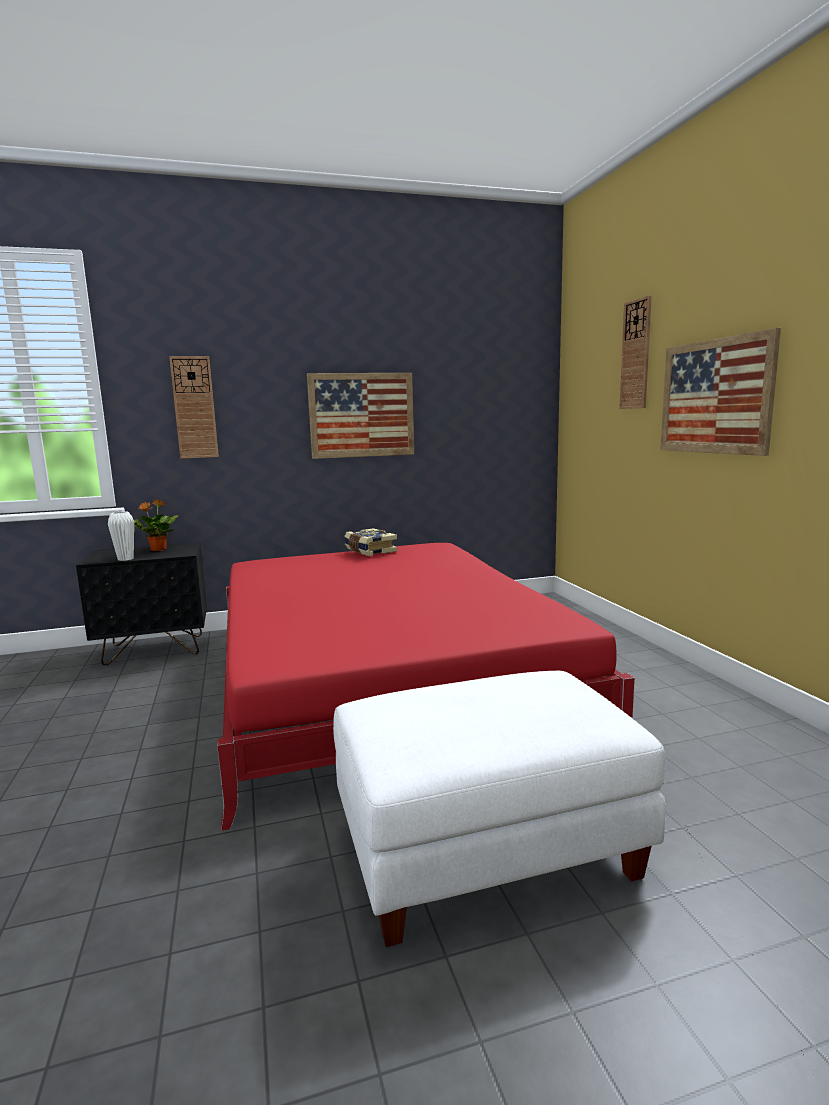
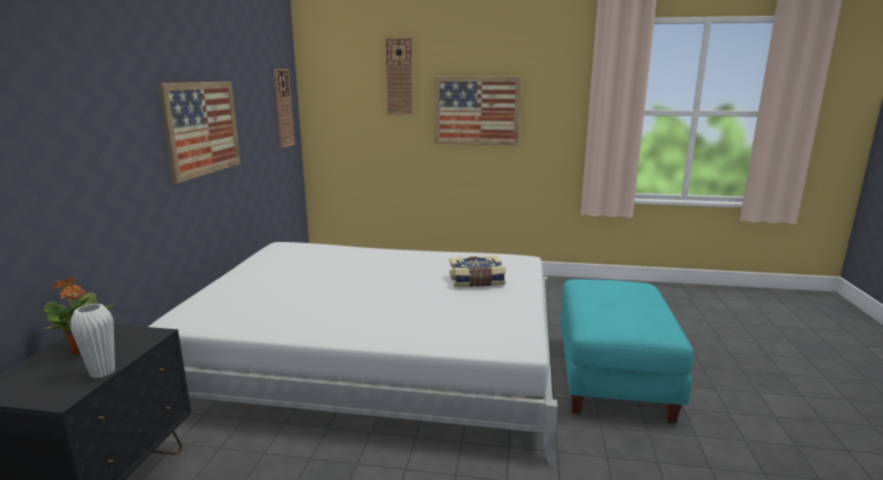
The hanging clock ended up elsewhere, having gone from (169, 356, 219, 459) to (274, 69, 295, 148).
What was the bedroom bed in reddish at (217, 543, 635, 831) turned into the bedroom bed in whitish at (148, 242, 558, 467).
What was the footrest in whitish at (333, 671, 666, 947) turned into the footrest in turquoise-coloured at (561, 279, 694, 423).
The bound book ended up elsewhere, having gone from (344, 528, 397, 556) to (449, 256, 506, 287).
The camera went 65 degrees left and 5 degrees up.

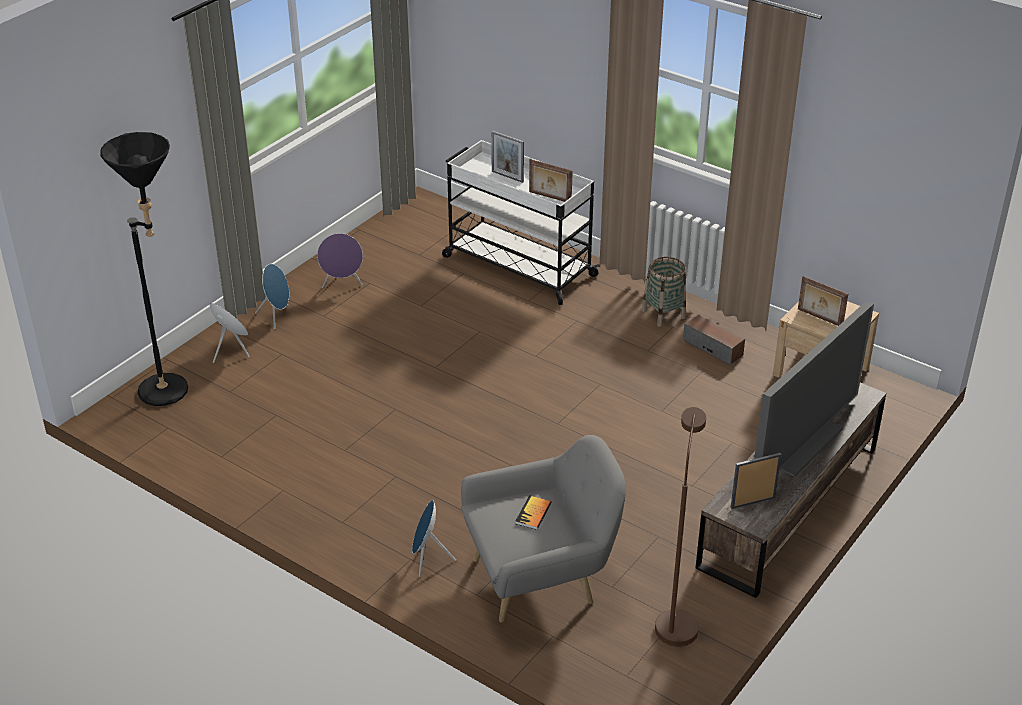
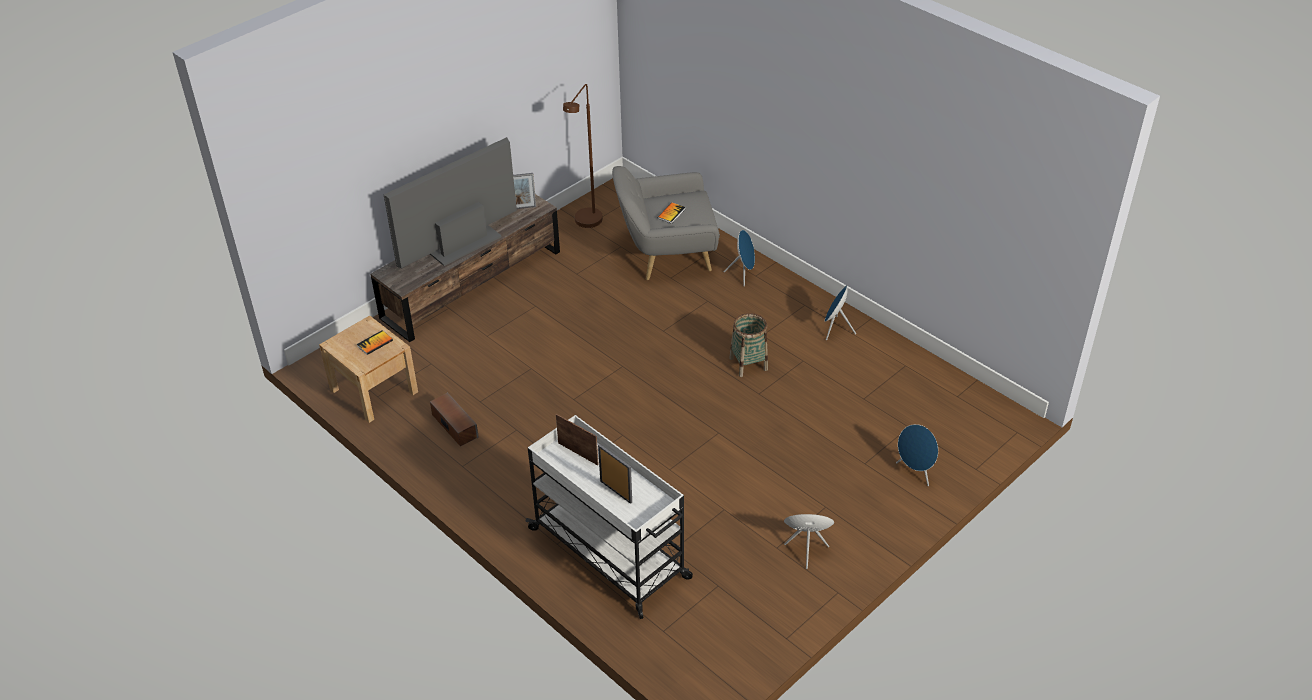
The second view lost the standard lamp in black at (100, 132, 188, 406).
The speaker in blue-coloured ended up elsewhere, having gone from (255, 264, 289, 329) to (825, 285, 856, 340).
The household basket ended up elsewhere, having gone from (642, 257, 686, 327) to (729, 313, 768, 377).
Where the photo frame stood at (798, 276, 848, 326), the bound book came to stand at (357, 330, 393, 355).
The camera went 170 degrees left and 5 degrees up.

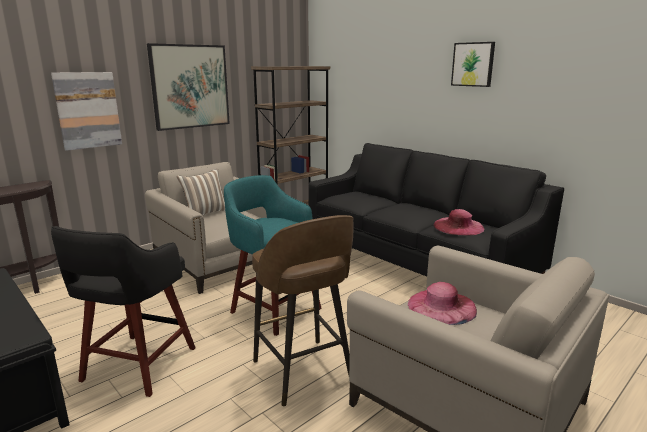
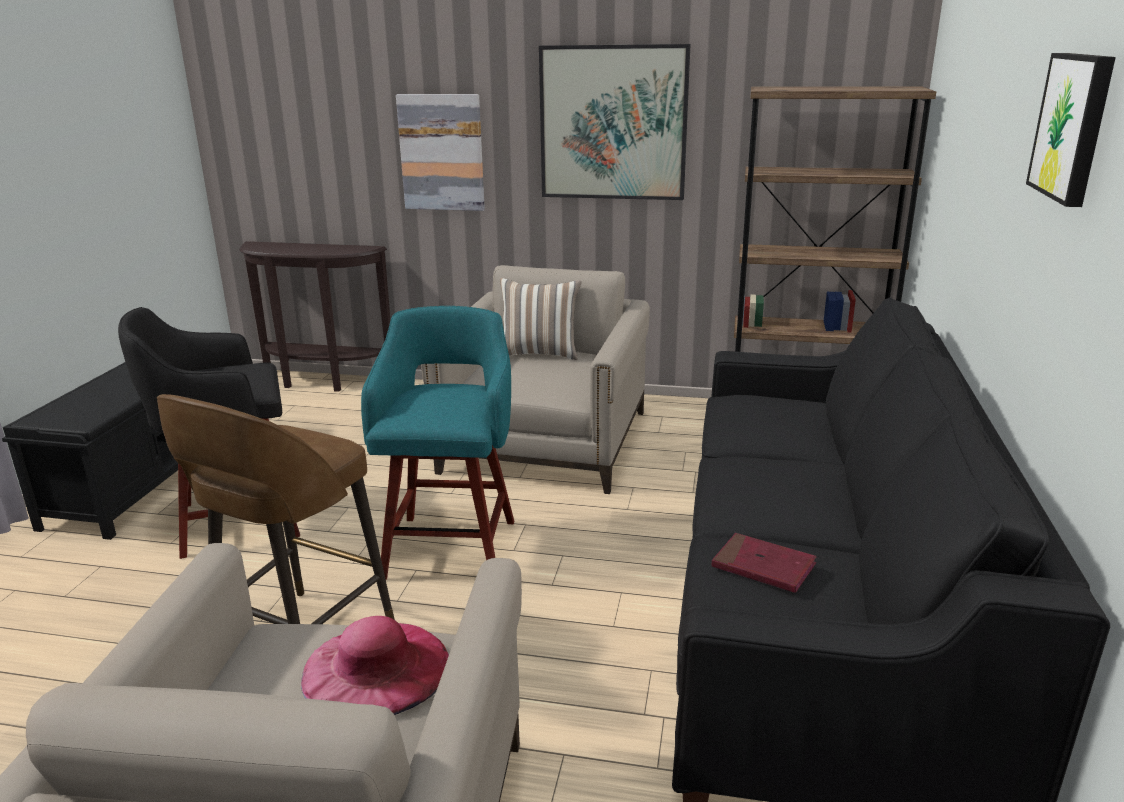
Where the wearable hat in pink-coloured stood at (433, 209, 484, 236), the bound book in reddish came to stand at (712, 533, 817, 593).
The camera went 55 degrees right and 5 degrees up.

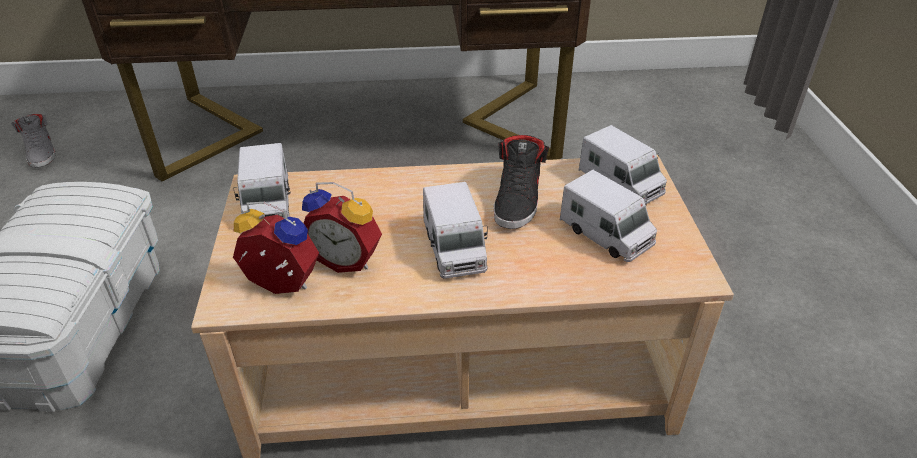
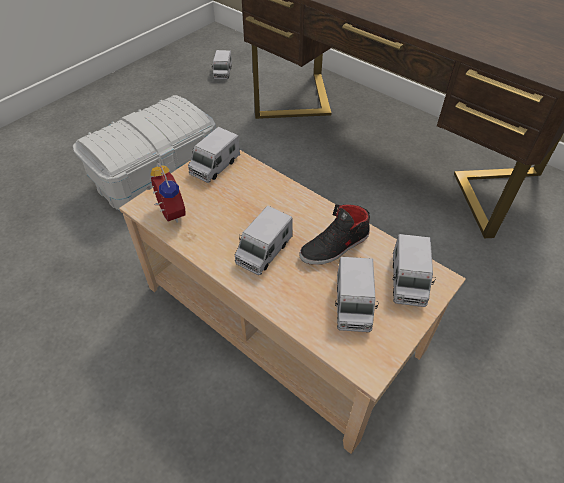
Where the low shoe in greyish stood at (11, 114, 56, 168), the toy truck came to stand at (211, 50, 232, 80).
The second view lost the alarm clock at (302, 182, 382, 273).
The camera went 45 degrees right and 10 degrees up.

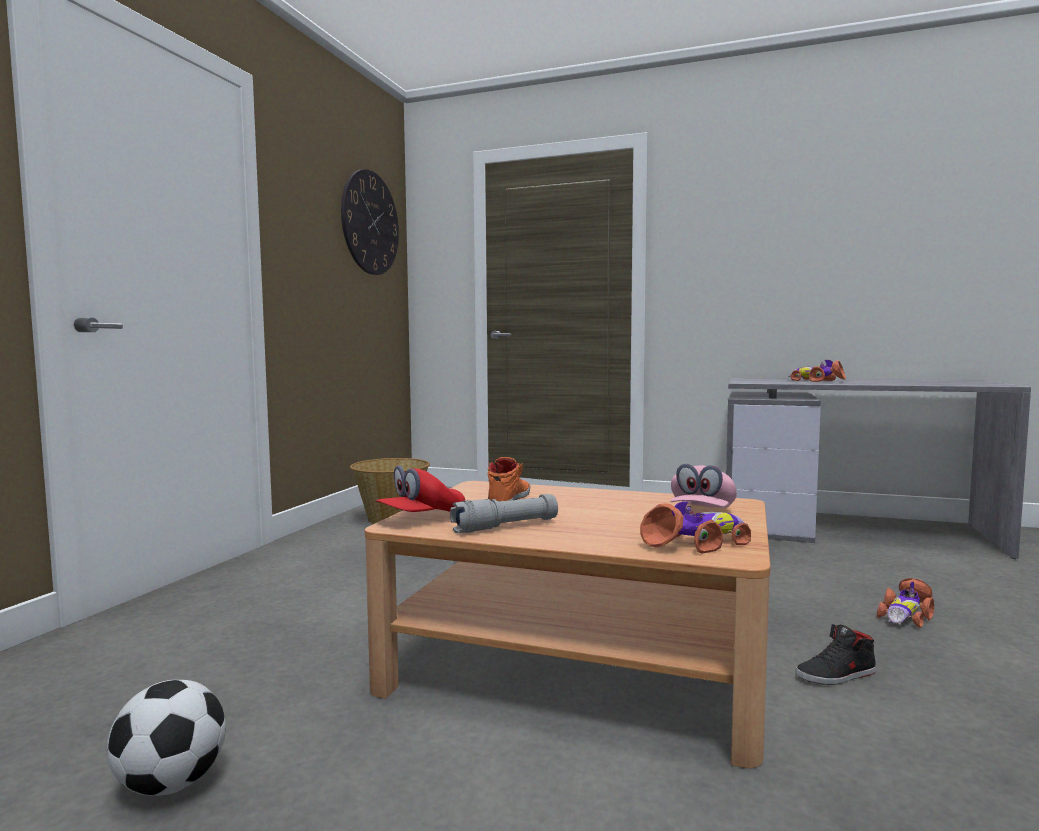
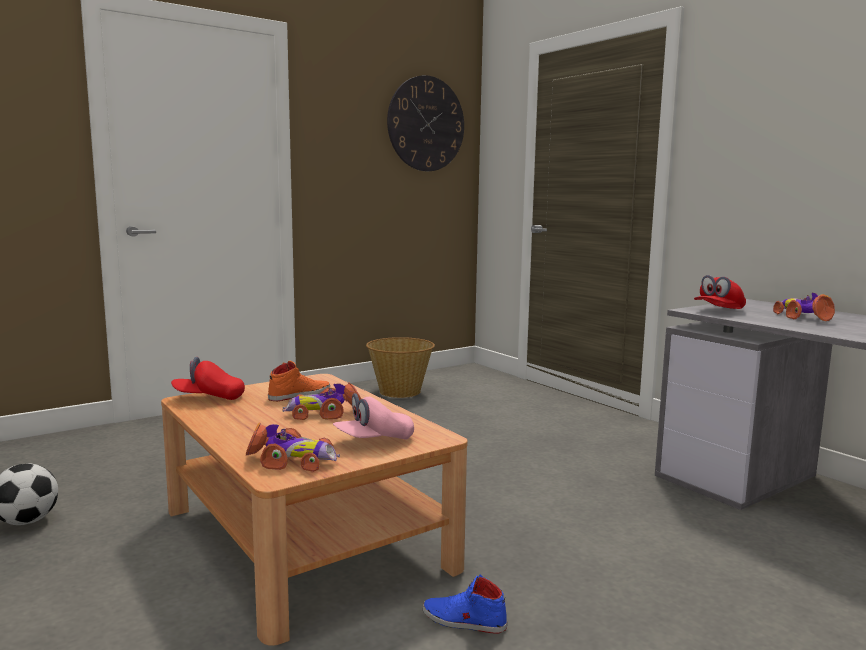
The second view lost the torch in greyish at (450, 494, 558, 533).
What was the low shoe in black at (795, 624, 876, 685) turned into the low shoe in blue-coloured at (423, 574, 508, 634).
The model car ended up elsewhere, having gone from (877, 578, 934, 628) to (282, 383, 361, 420).
The second view gained the baseball cap in reddish at (694, 275, 746, 309).
The camera went 35 degrees right and 5 degrees up.

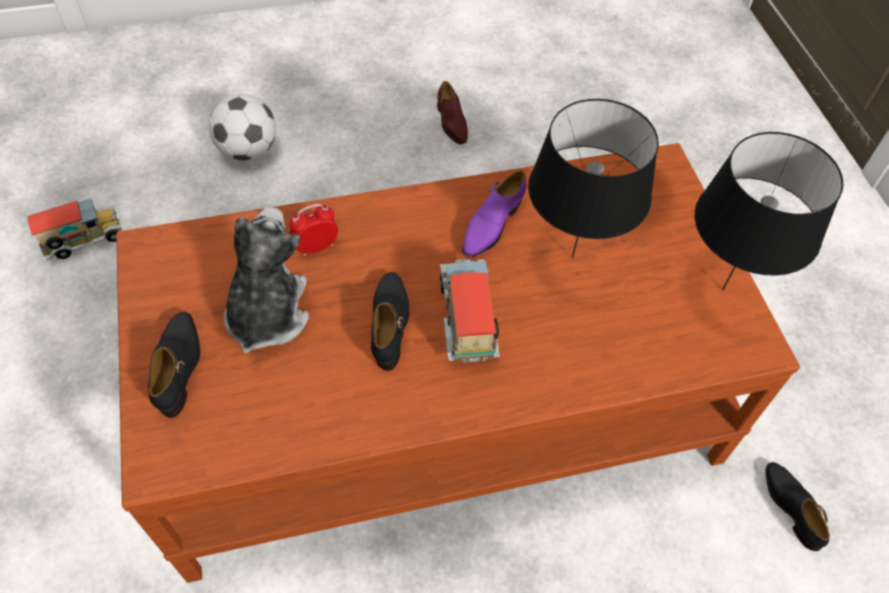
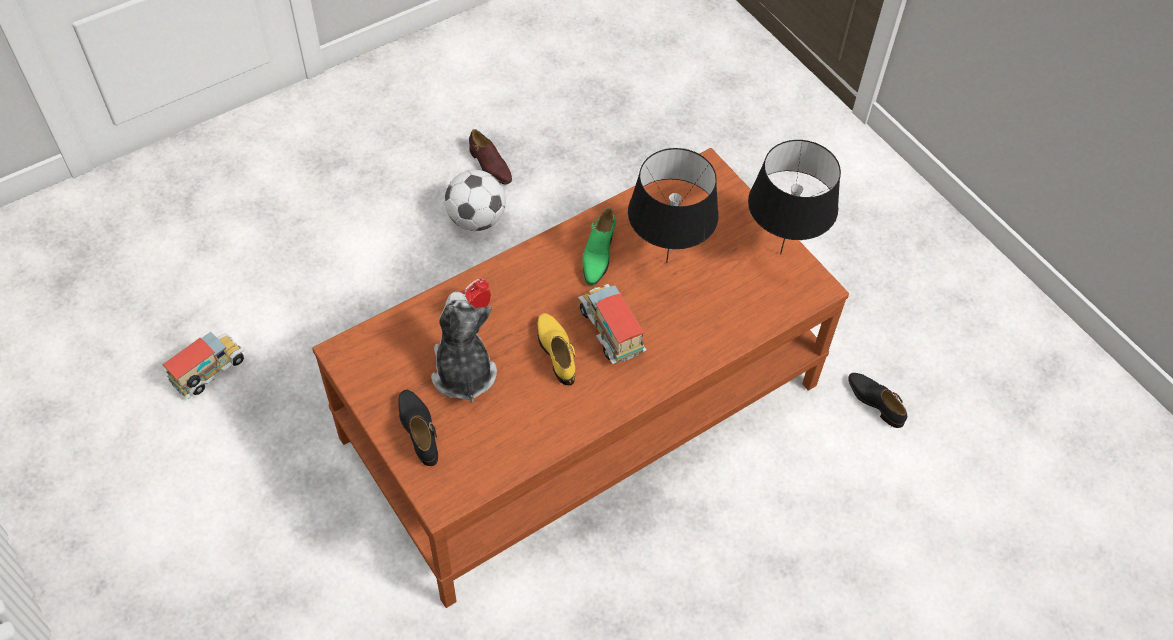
The football ended up elsewhere, having gone from (209, 94, 276, 161) to (444, 170, 506, 231).
What was the low shoe in black at (371, 272, 409, 371) turned into the low shoe in yellowish at (538, 313, 576, 385).
What was the low shoe in purple-coloured at (462, 171, 526, 257) turned into the low shoe in green at (583, 208, 616, 285).
The camera went 20 degrees left and 0 degrees up.

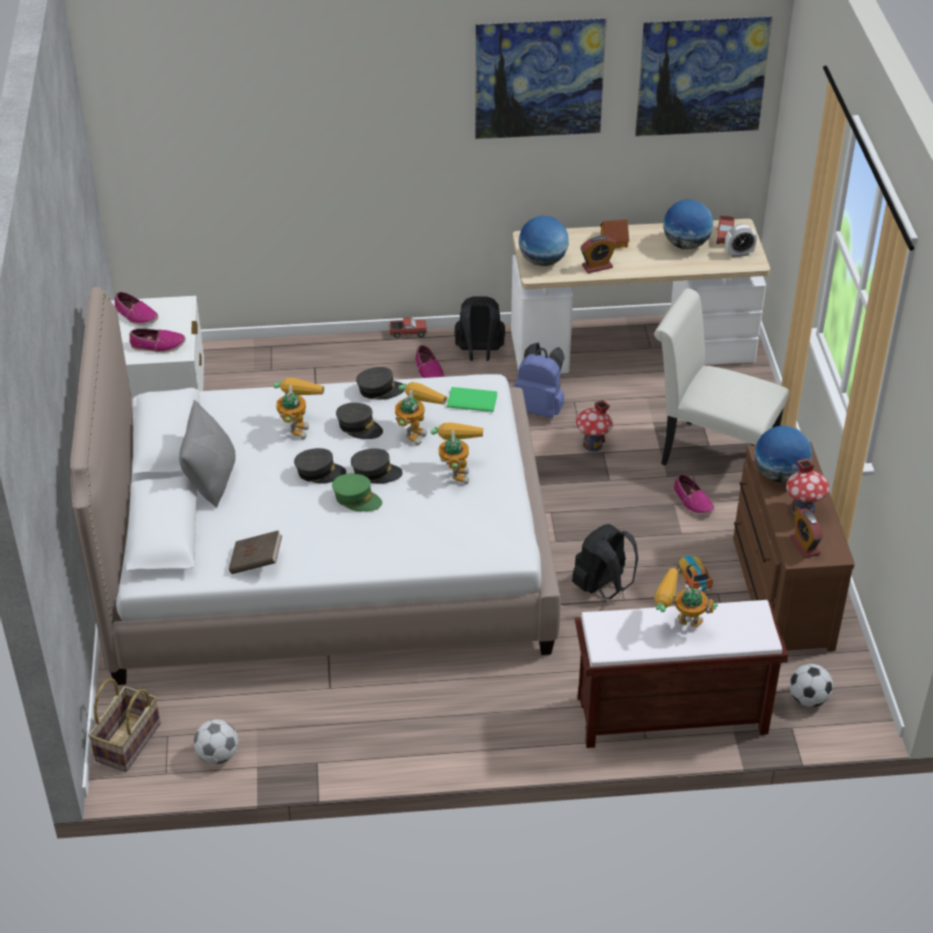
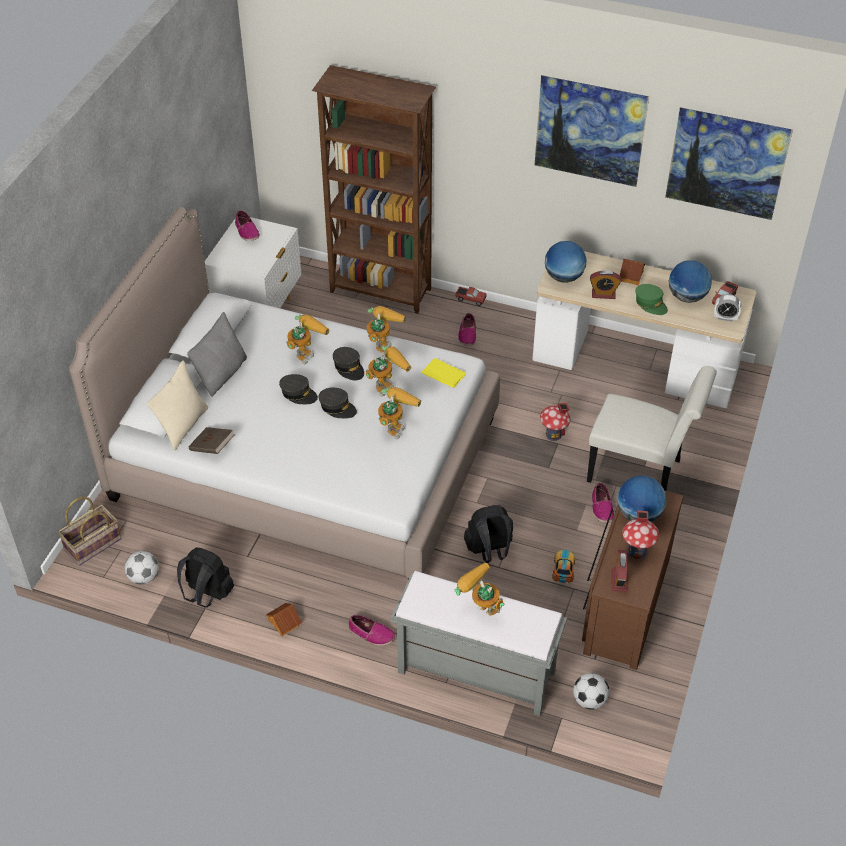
The low shoe ended up elsewhere, having gone from (129, 329, 186, 353) to (349, 615, 395, 646).
The baseball cap in green ended up elsewhere, having gone from (332, 474, 382, 512) to (635, 284, 668, 315).
Where the baseball cap in greyish stood at (356, 367, 405, 400), the model robot came to stand at (367, 306, 406, 354).
What was the bound book in green at (447, 387, 497, 412) turned into the bound book in yellowish at (421, 358, 466, 388).
The knapsack in black ended up elsewhere, having gone from (454, 296, 505, 361) to (177, 547, 234, 608).
The second view lost the knapsack in blue-coloured at (513, 342, 565, 418).
What was the bench in brownish at (575, 600, 788, 748) turned into the bench in greyish at (390, 571, 567, 716).
The chair in whitish at (654, 288, 789, 465) ended up facing another way, 150 degrees clockwise from before.
The second view gained the pillow in beige at (148, 360, 208, 451).
The second view gained the toy house at (266, 603, 302, 637).
The second view gained the bookshelf in brownish at (312, 65, 436, 314).
The camera went 25 degrees right and 5 degrees up.

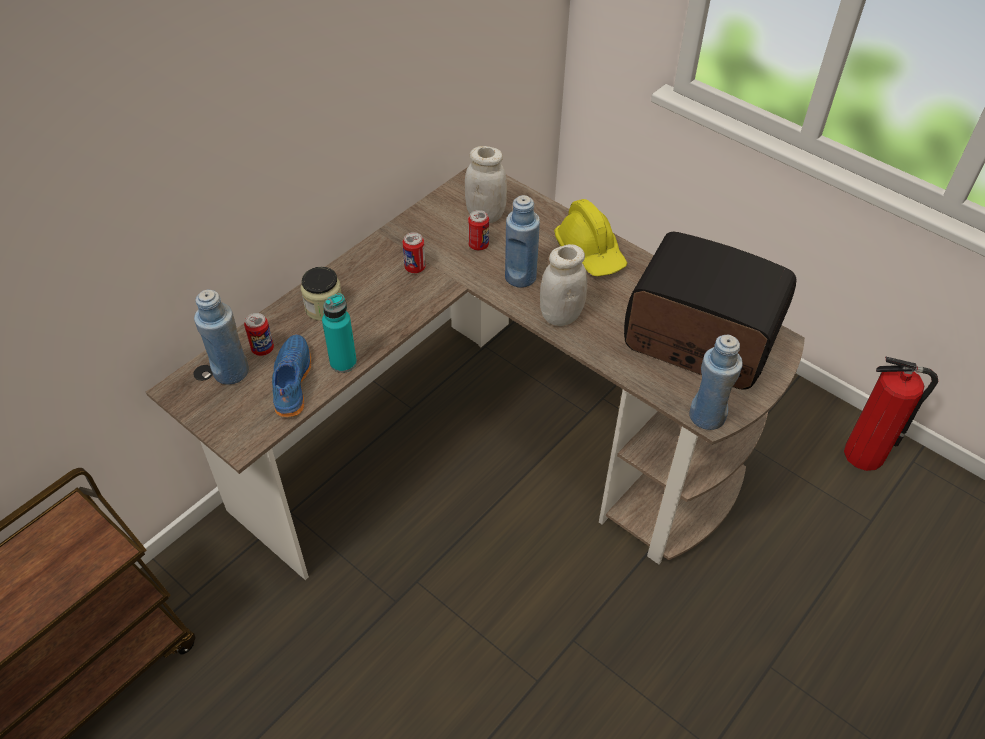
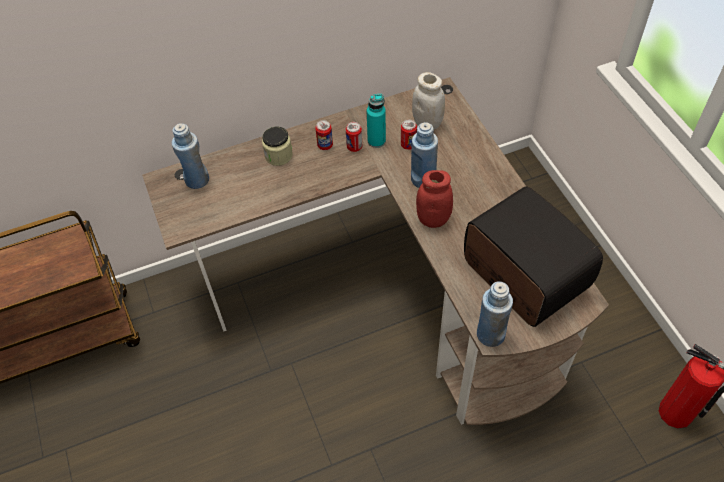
The metal can ended up elsewhere, having gone from (244, 313, 274, 356) to (315, 120, 333, 150).
The second view lost the low shoe in blue-coloured at (272, 334, 311, 418).
The bottle in turquoise-coloured ended up elsewhere, having gone from (322, 293, 357, 373) to (367, 94, 386, 148).
What was the preserve jar in whitish at (540, 244, 587, 326) turned into the preserve jar in reddish at (416, 170, 453, 228).
The second view lost the safety helmet in yellowish at (554, 199, 628, 276).
The camera went 30 degrees right and 5 degrees up.

